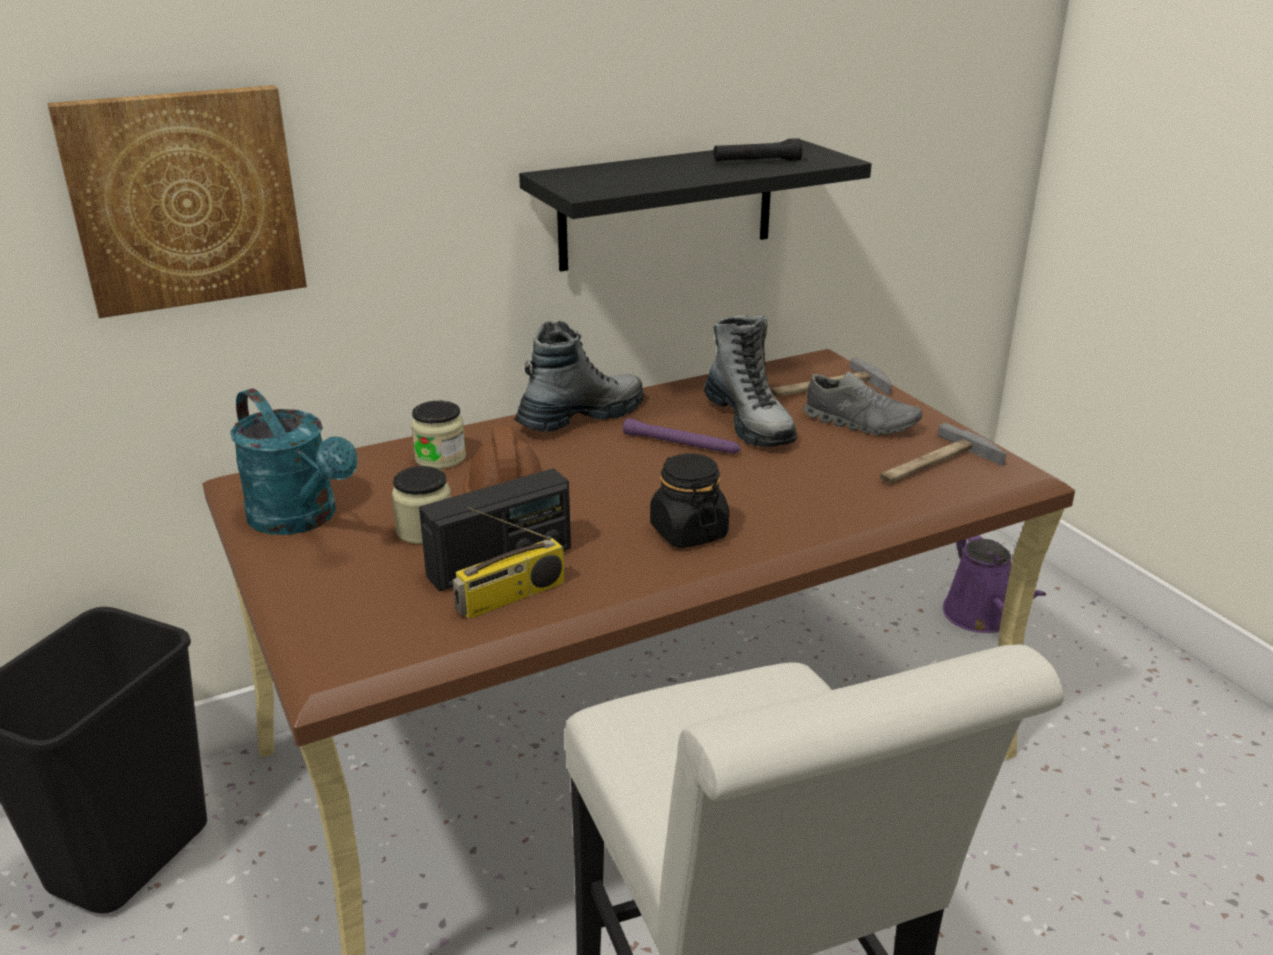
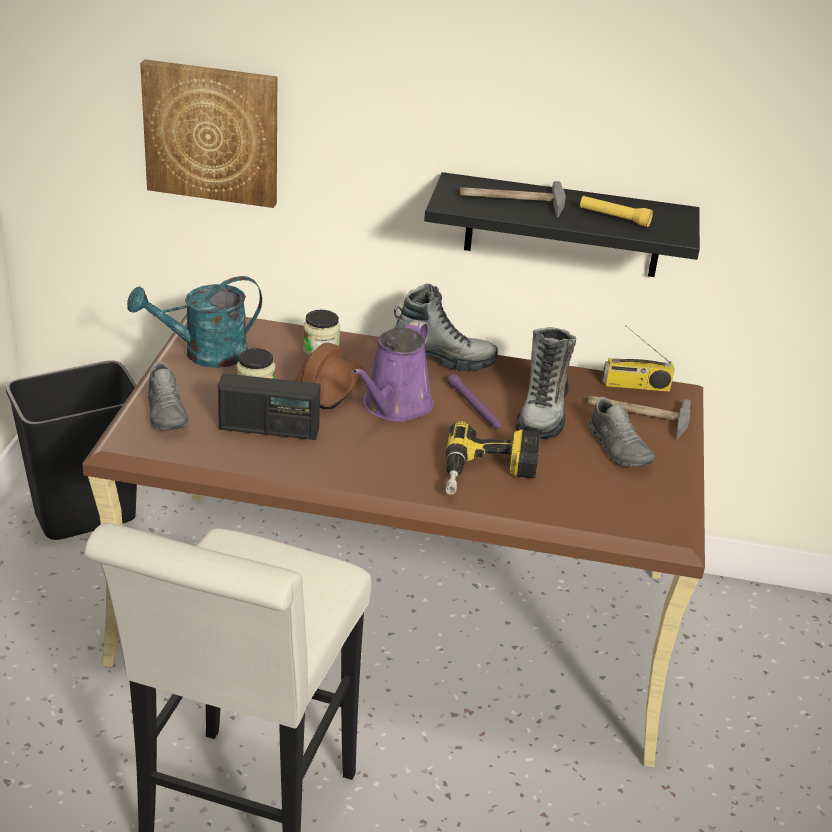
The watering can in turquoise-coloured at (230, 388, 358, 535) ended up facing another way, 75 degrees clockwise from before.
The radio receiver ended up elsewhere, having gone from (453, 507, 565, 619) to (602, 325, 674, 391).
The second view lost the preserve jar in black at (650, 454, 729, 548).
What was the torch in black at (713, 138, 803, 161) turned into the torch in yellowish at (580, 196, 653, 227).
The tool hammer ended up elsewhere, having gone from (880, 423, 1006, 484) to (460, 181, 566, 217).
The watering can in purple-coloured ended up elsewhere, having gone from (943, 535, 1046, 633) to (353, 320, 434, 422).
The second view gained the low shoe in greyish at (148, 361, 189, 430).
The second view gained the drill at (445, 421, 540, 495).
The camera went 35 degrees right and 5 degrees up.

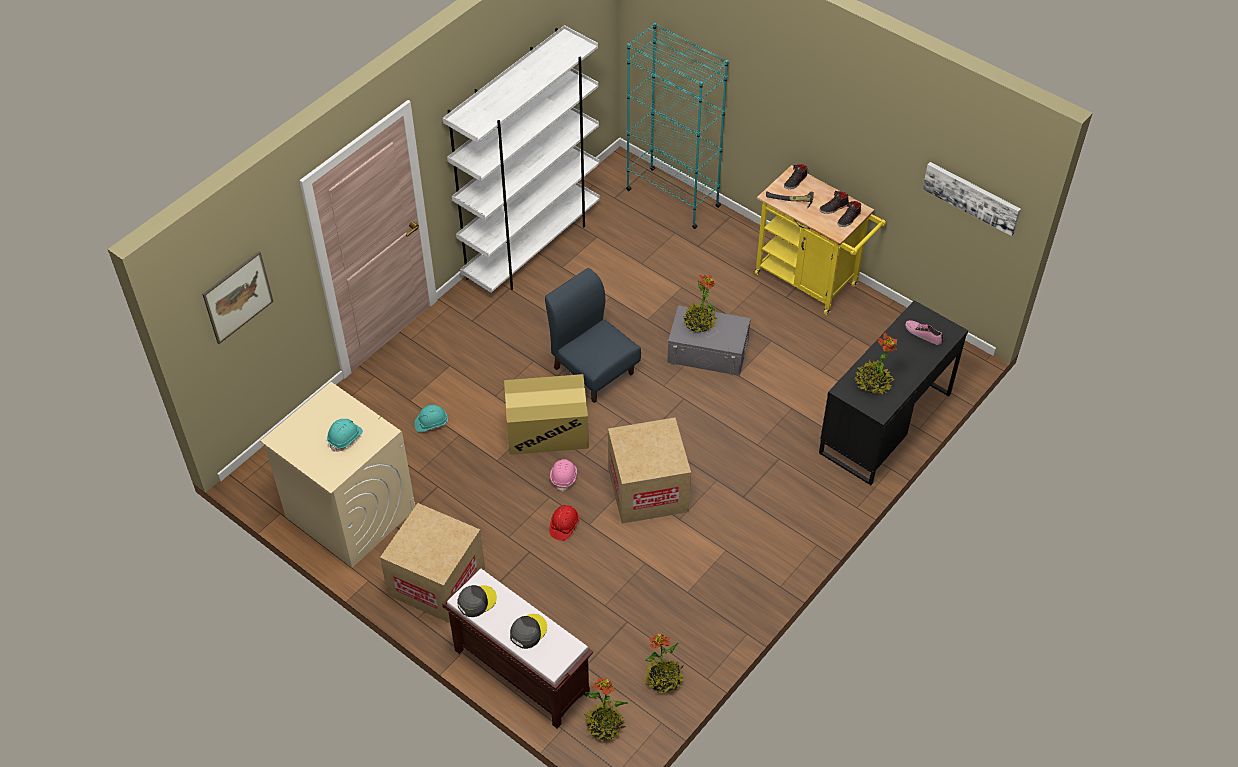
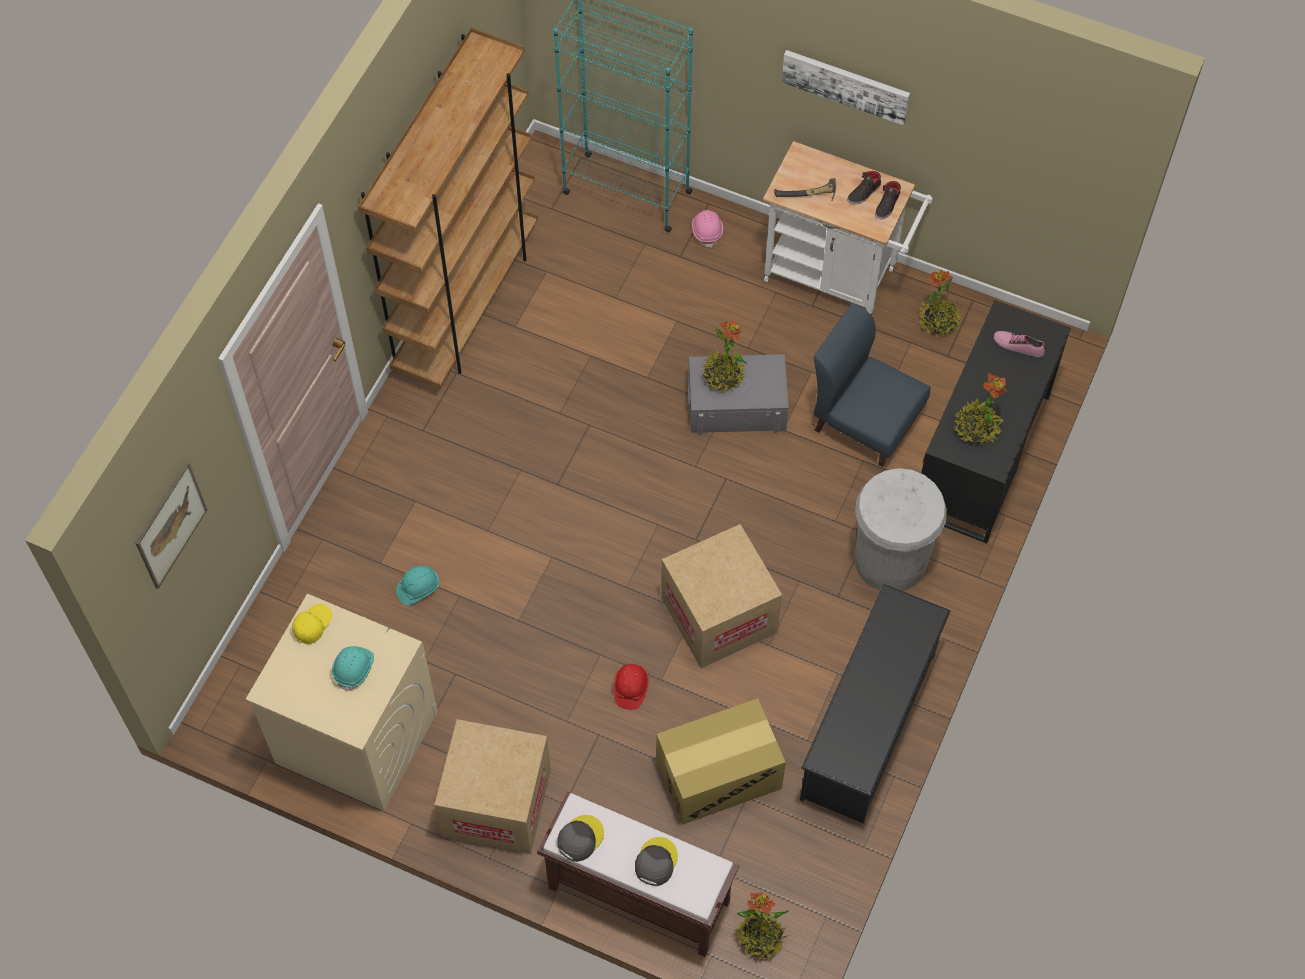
What was the bookshelf in whitish at (443, 25, 600, 293) turned into the bookshelf in brownish at (358, 27, 538, 389).
The packing box ended up elsewhere, having gone from (504, 374, 589, 455) to (656, 698, 786, 825).
The chair in blue-coloured ended up elsewhere, having gone from (545, 268, 641, 403) to (814, 303, 930, 467).
The safety helmet in pink-coloured ended up elsewhere, having gone from (550, 459, 577, 492) to (692, 210, 723, 248).
The houseplant ended up elsewhere, having gone from (644, 634, 684, 694) to (919, 269, 962, 337).
What was the cart in yellowish at (755, 165, 886, 315) turned into the cart in whitish at (763, 141, 933, 317).
The second view lost the low shoe in black at (784, 164, 807, 189).
The wall art ended up elsewhere, having gone from (923, 162, 1021, 236) to (782, 50, 910, 125).
The second view gained the baseball cap in yellowish at (292, 604, 332, 644).
The second view gained the shoe shelf in black at (800, 584, 951, 823).
The second view gained the trash can in whitish at (855, 468, 947, 591).
The camera went 15 degrees left and 10 degrees up.

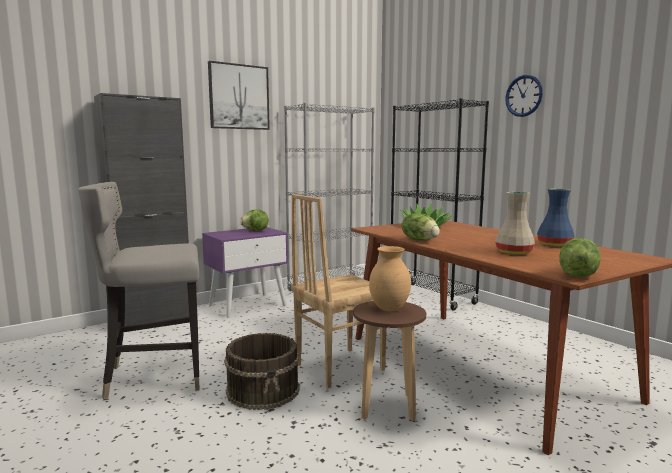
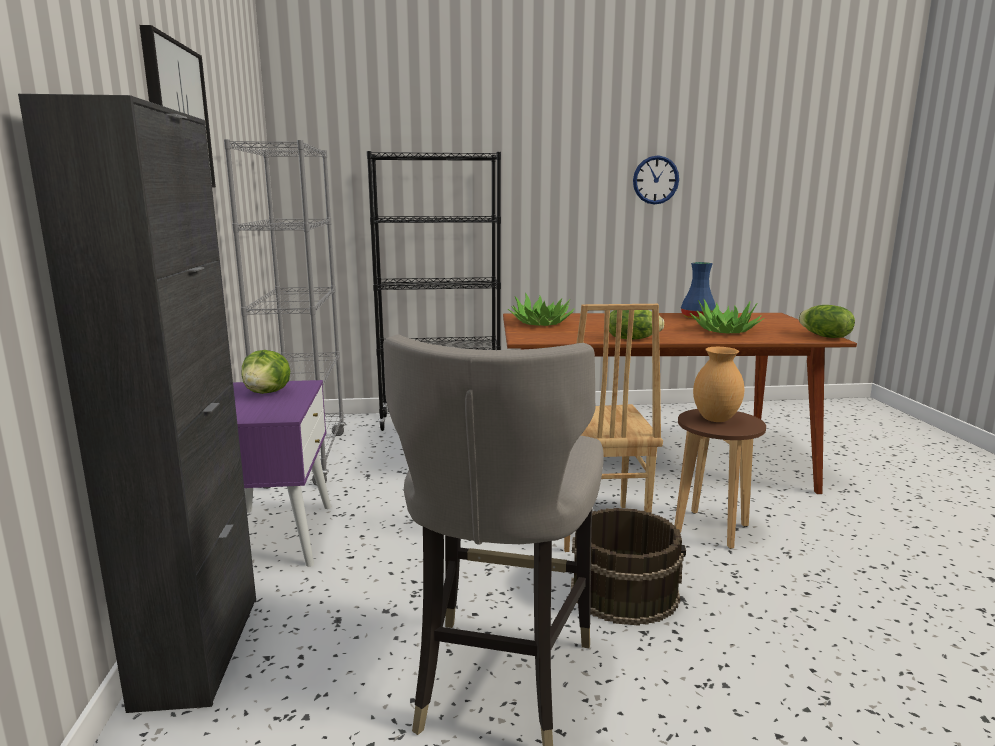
Where the vase in beige stood at (495, 192, 535, 255), the houseplant came to stand at (690, 299, 765, 334).
The hanging clock ended up elsewhere, having gone from (505, 75, 543, 117) to (633, 155, 679, 204).
The camera went 60 degrees left and 5 degrees up.

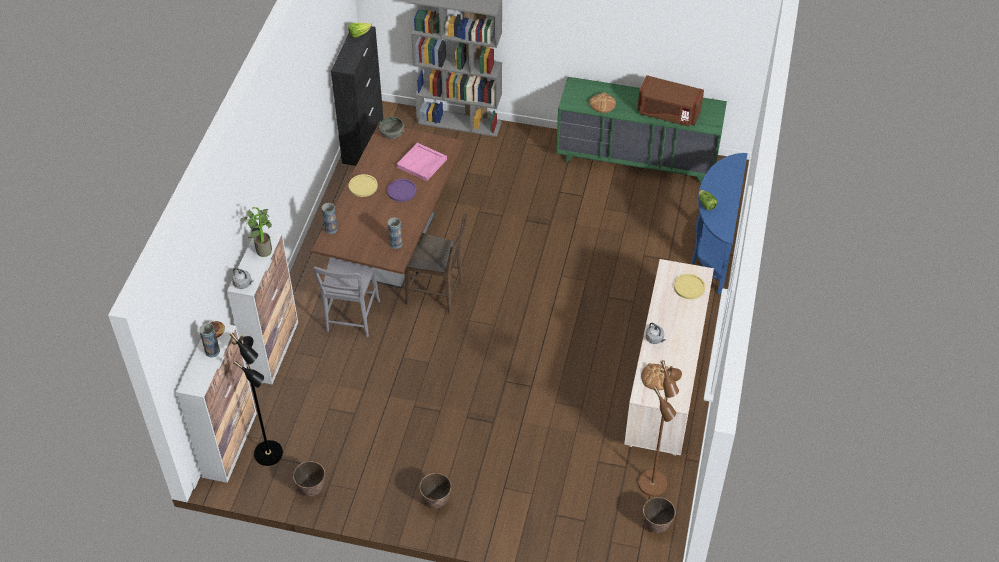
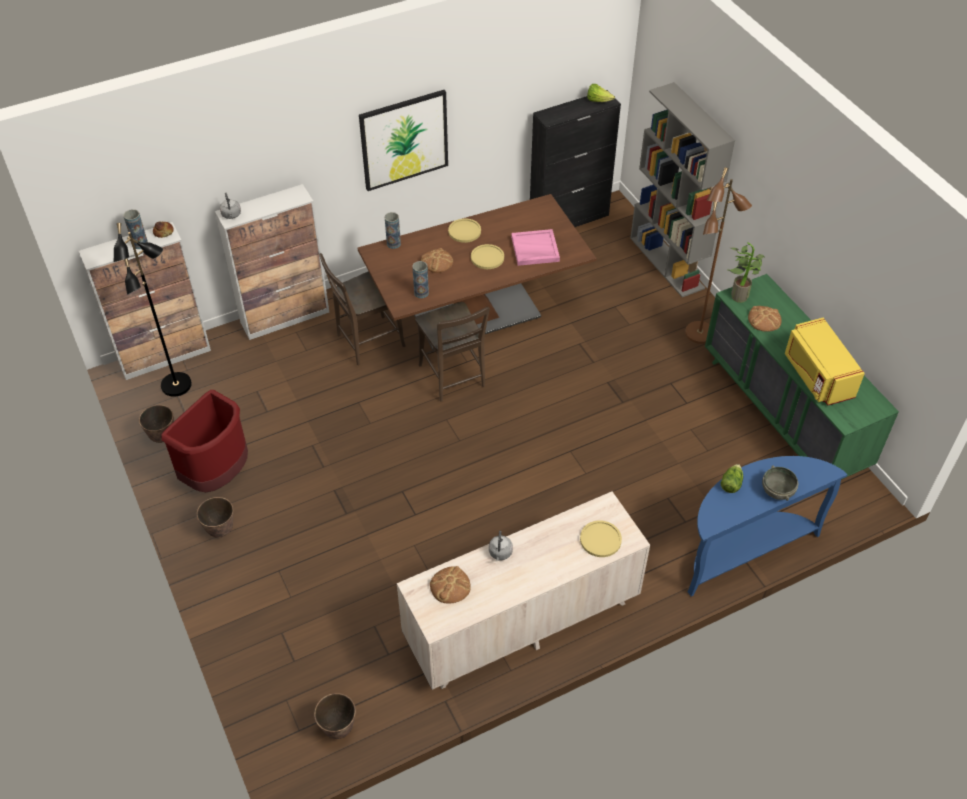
The houseplant ended up elsewhere, having gone from (240, 207, 272, 257) to (727, 242, 765, 303).
What was the chair in greyish at (313, 257, 380, 337) turned into the chair in brownish at (319, 253, 406, 365).
The bowl in greyish ended up elsewhere, having gone from (379, 117, 405, 139) to (762, 465, 798, 501).
What was the plate in purple-coloured at (387, 179, 417, 202) turned into the plate in yellowish at (471, 244, 504, 269).
What was the kitchen microwave in brownish at (637, 75, 704, 127) turned into the kitchen microwave in yellowish at (785, 318, 865, 406).
The standard lamp in brownish ended up elsewhere, having gone from (638, 360, 682, 496) to (685, 167, 752, 344).
The second view gained the trash can in reddish at (161, 390, 248, 492).
The second view gained the wall art at (359, 90, 448, 191).
The second view gained the baked bread at (421, 248, 453, 273).
The camera went 50 degrees right and 0 degrees up.

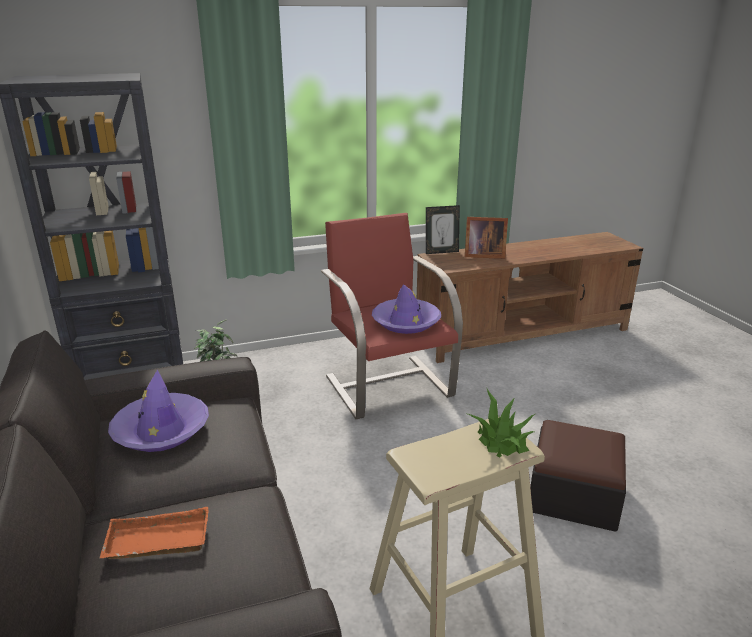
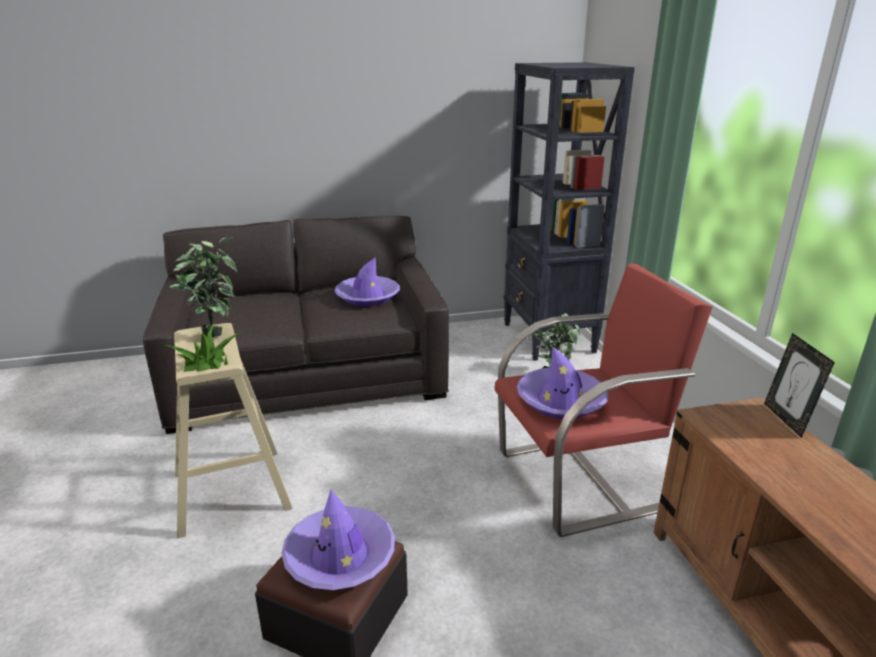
The second view lost the carrying tray in orange-coloured at (99, 507, 209, 559).
The second view lost the photo frame at (465, 217, 508, 259).
The second view gained the houseplant at (170, 237, 237, 337).
The second view gained the wearable hat in purple-coloured at (281, 490, 395, 590).
The camera went 95 degrees right and 0 degrees up.

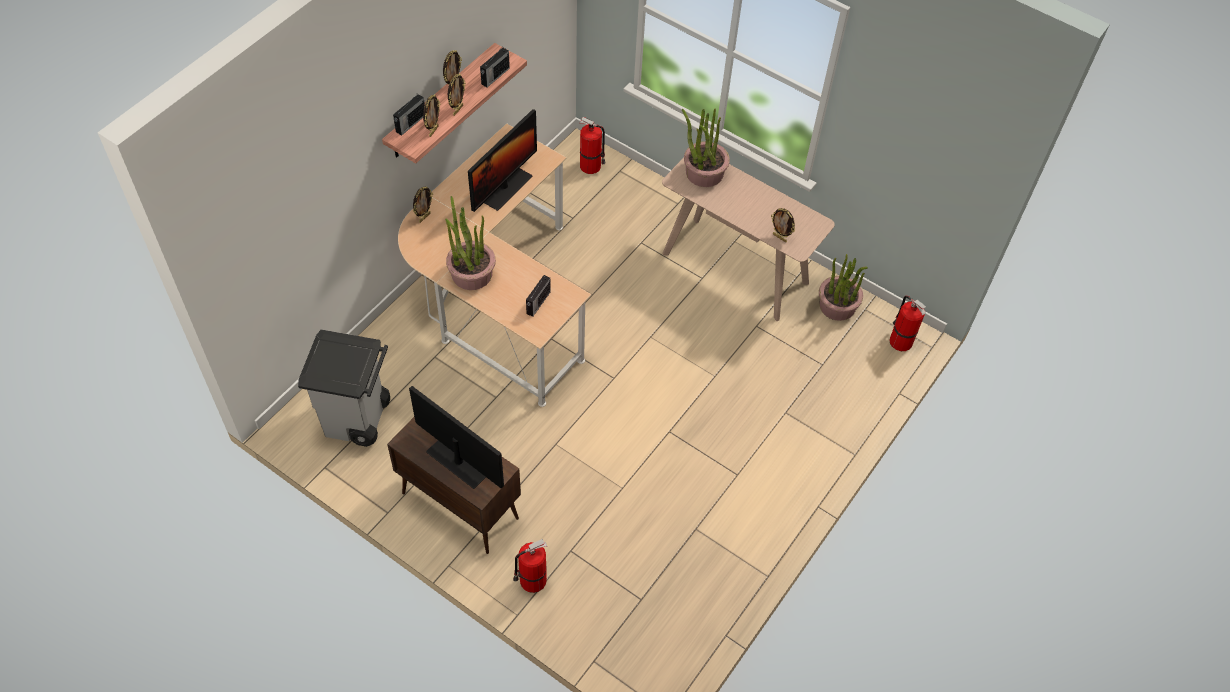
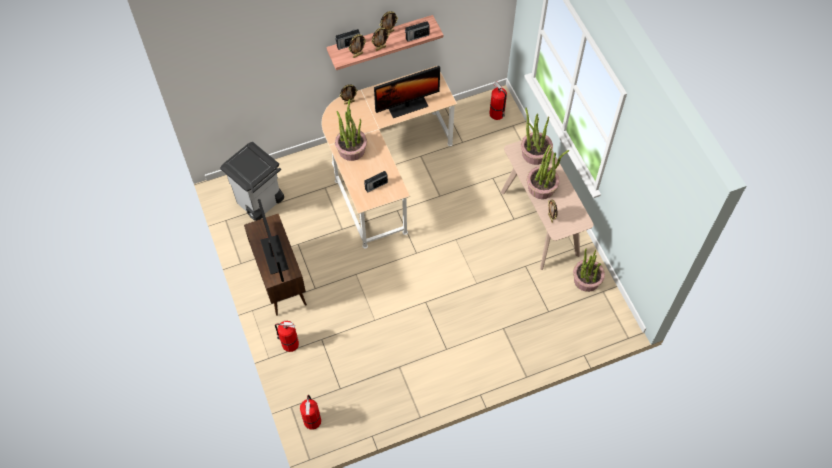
The fire extinguisher ended up elsewhere, having gone from (889, 296, 926, 351) to (300, 395, 321, 430).
The second view gained the houseplant at (527, 144, 569, 199).
The camera went 35 degrees right and 5 degrees up.

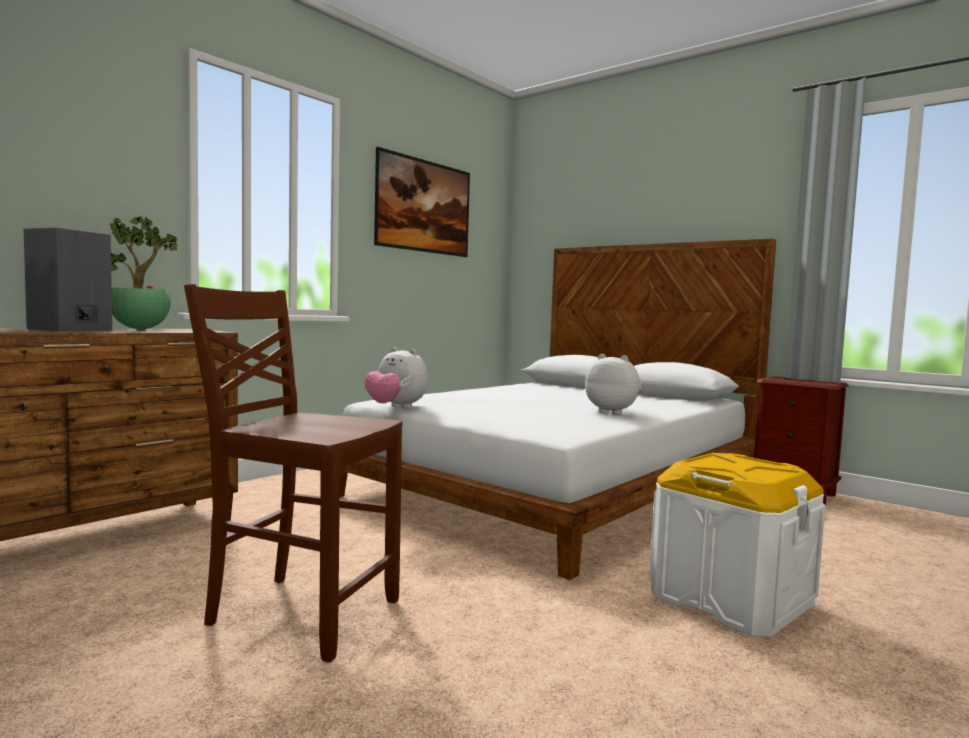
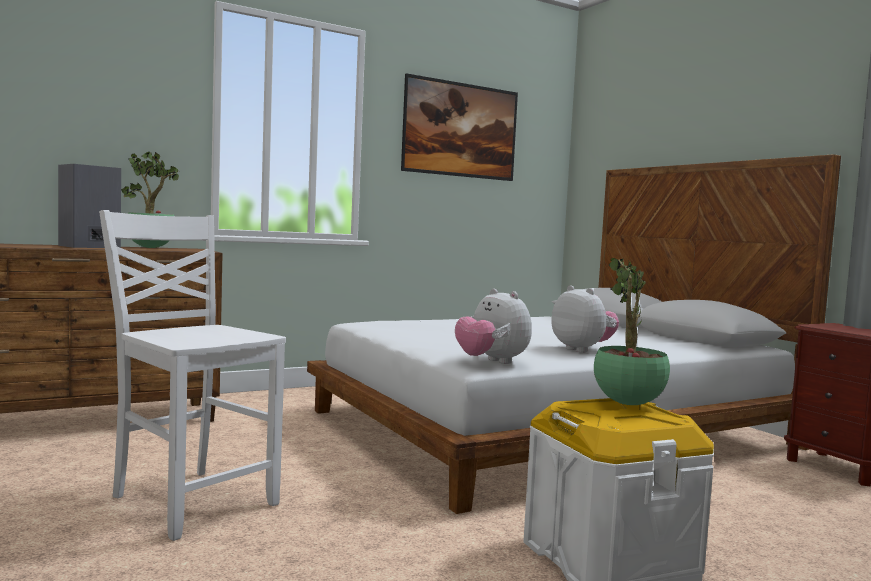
What was the chair in brownish at (184, 284, 402, 662) turned into the chair in whitish at (99, 210, 286, 541).
The plush toy ended up elsewhere, having gone from (365, 347, 428, 409) to (455, 288, 532, 364).
The second view gained the houseplant at (594, 258, 670, 405).
The camera went 20 degrees right and 0 degrees up.

